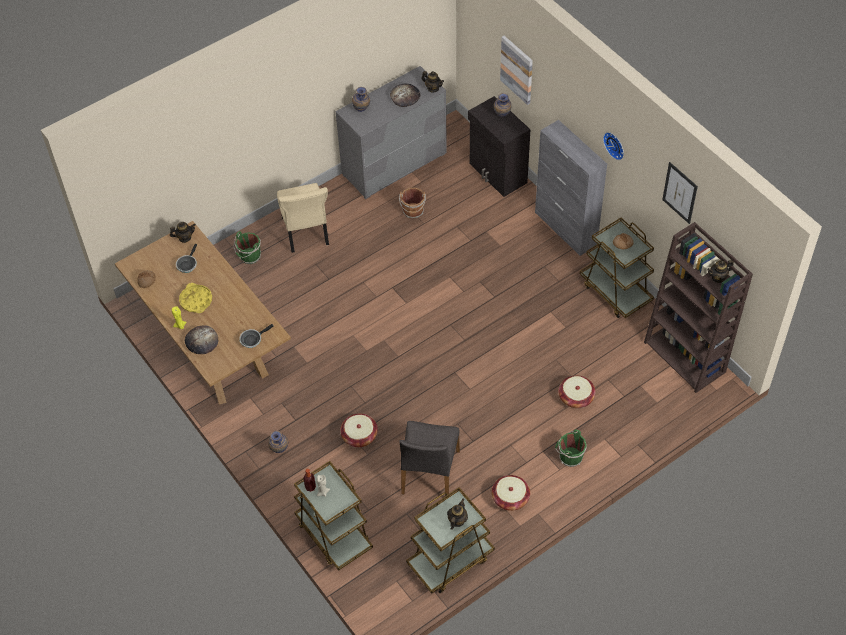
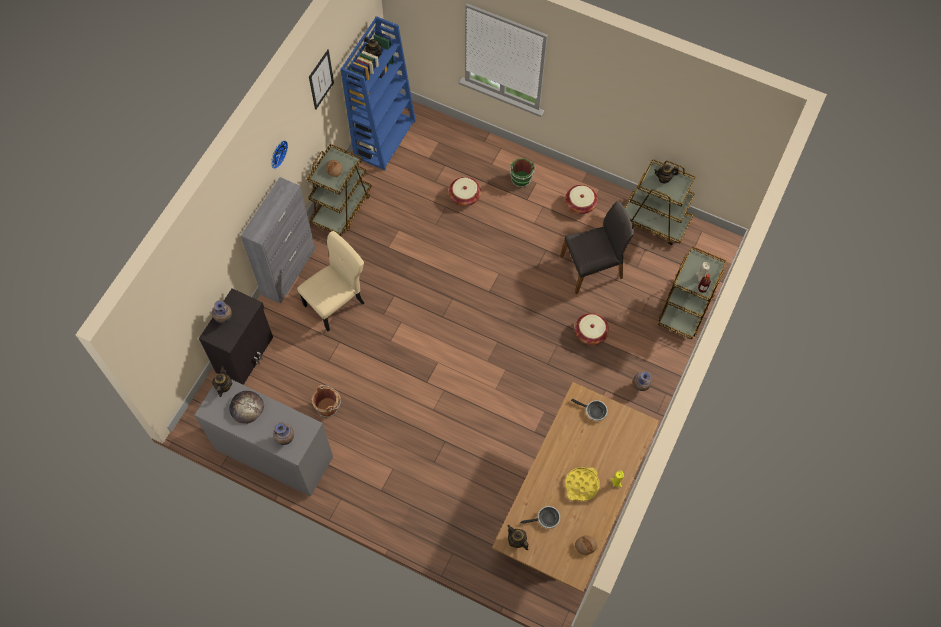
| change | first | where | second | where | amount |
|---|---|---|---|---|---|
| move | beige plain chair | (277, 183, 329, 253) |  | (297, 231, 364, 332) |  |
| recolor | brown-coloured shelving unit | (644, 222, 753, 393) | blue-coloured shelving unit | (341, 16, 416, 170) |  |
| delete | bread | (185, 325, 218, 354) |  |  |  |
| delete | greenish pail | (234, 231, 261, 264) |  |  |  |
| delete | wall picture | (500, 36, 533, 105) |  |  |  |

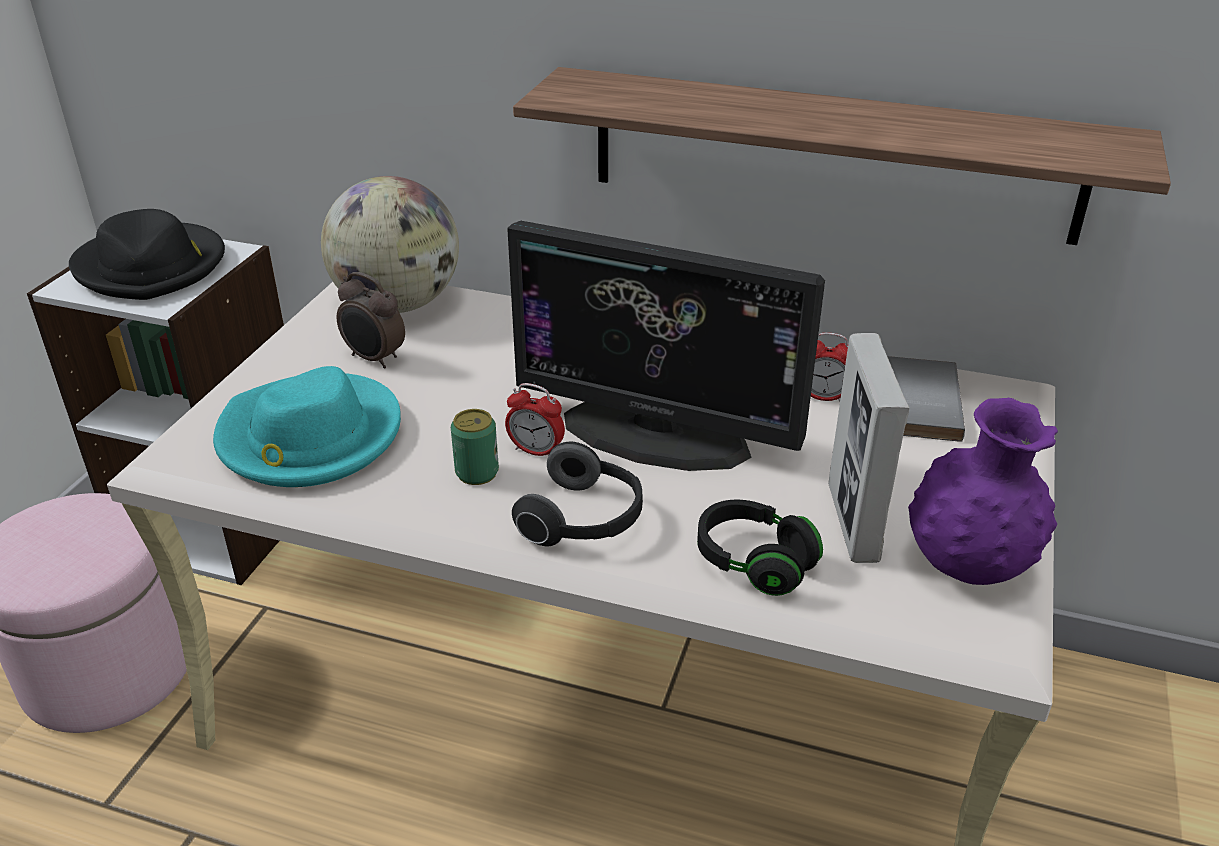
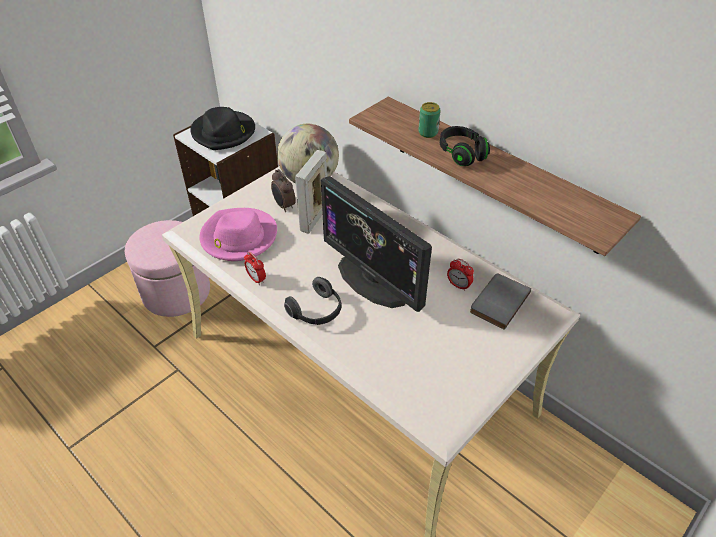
| change | first | where | second | where | amount |
|---|---|---|---|---|---|
| recolor | blue-green wearable hat | (213, 366, 401, 487) | pink-coloured wearable hat | (199, 208, 277, 261) |  |
| move | table clock | (505, 383, 565, 456) |  | (244, 252, 266, 285) |  |
| move | picture frame | (828, 333, 910, 563) |  | (295, 150, 327, 234) |  |
| move | sealed can | (451, 409, 499, 485) |  | (418, 102, 441, 138) |  |
| move | black headphones | (697, 500, 823, 596) |  | (440, 126, 490, 166) |  |
| delete | purplish vase | (908, 398, 1058, 585) |  |  |  |

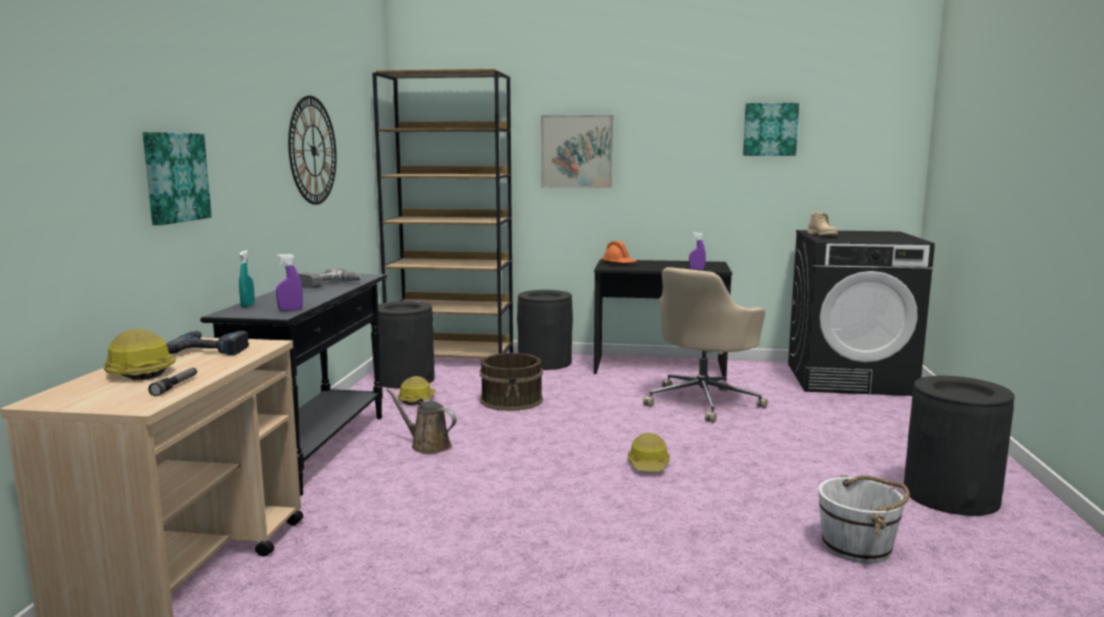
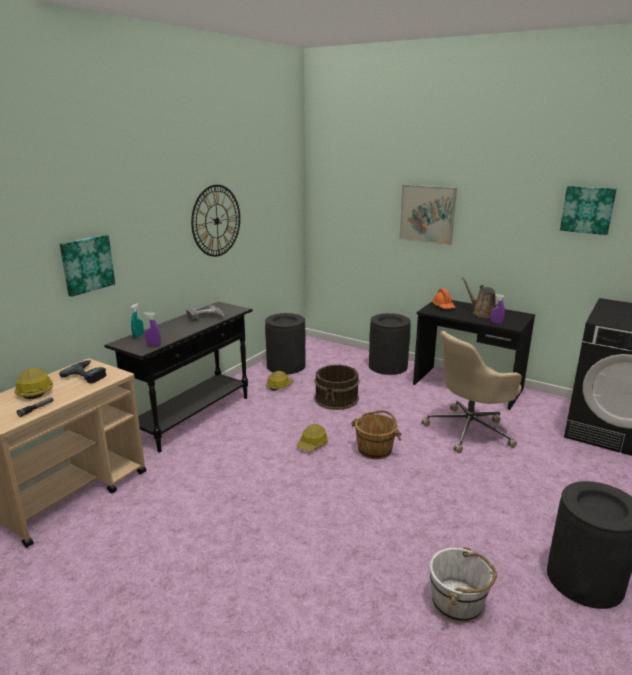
| change | first | where | second | where | amount |
|---|---|---|---|---|---|
| move | work helmet | (628, 432, 670, 472) |  | (297, 424, 328, 451) |  |
| insert |  |  | brown-coloured pail | (351, 410, 402, 459) |  |
| move | brown-coloured watering can | (386, 388, 457, 454) |  | (462, 277, 503, 318) |  |
| delete | brown-coloured shelving unit | (372, 69, 513, 358) |  |  |  |
| delete | beige boot | (807, 212, 838, 236) |  |  |  |

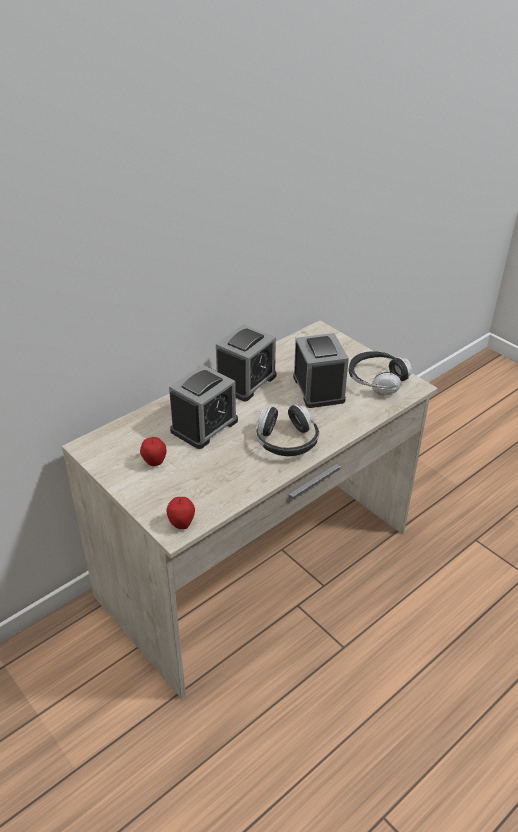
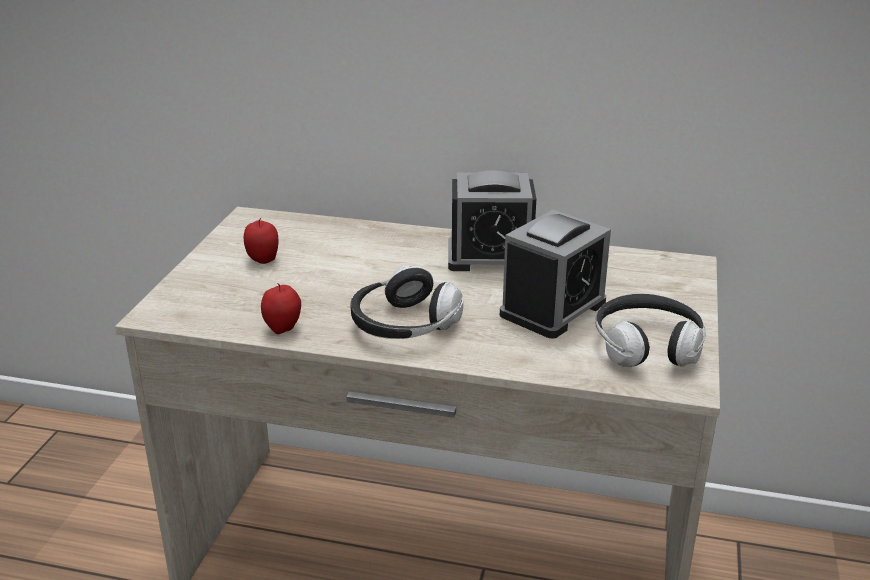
| change | first | where | second | where | amount |
|---|---|---|---|---|---|
| move | whole apple | (167, 497, 195, 529) |  | (261, 283, 301, 334) |  |
| delete | table clock | (169, 365, 238, 449) |  |  |  |

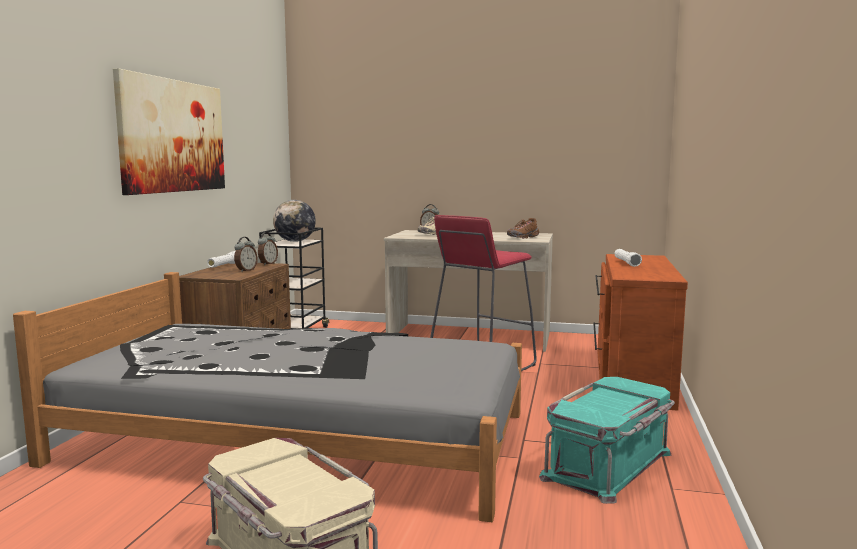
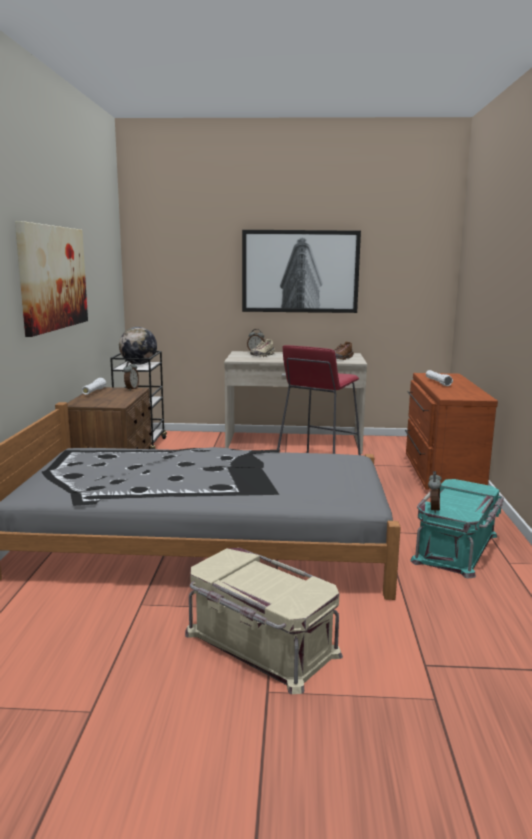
| change | first | where | second | where | amount |
|---|---|---|---|---|---|
| insert |  |  | wall picture | (242, 230, 361, 313) |  |
| move | table clock | (234, 237, 258, 272) |  | (428, 471, 442, 513) |  |

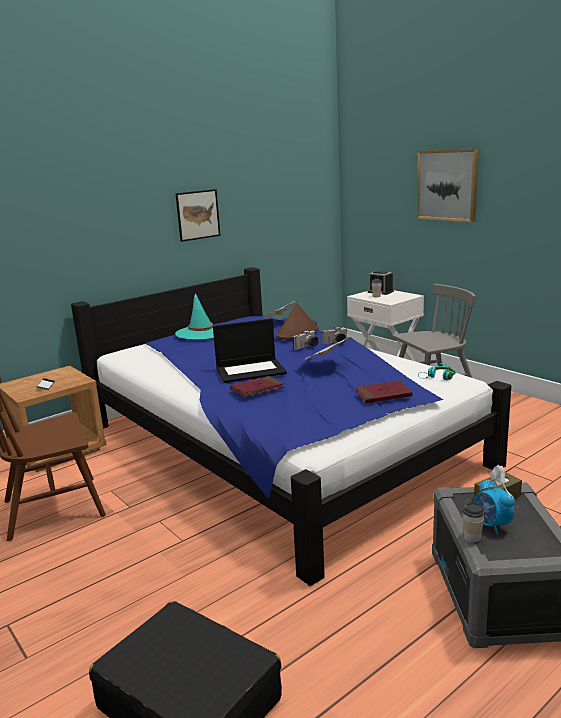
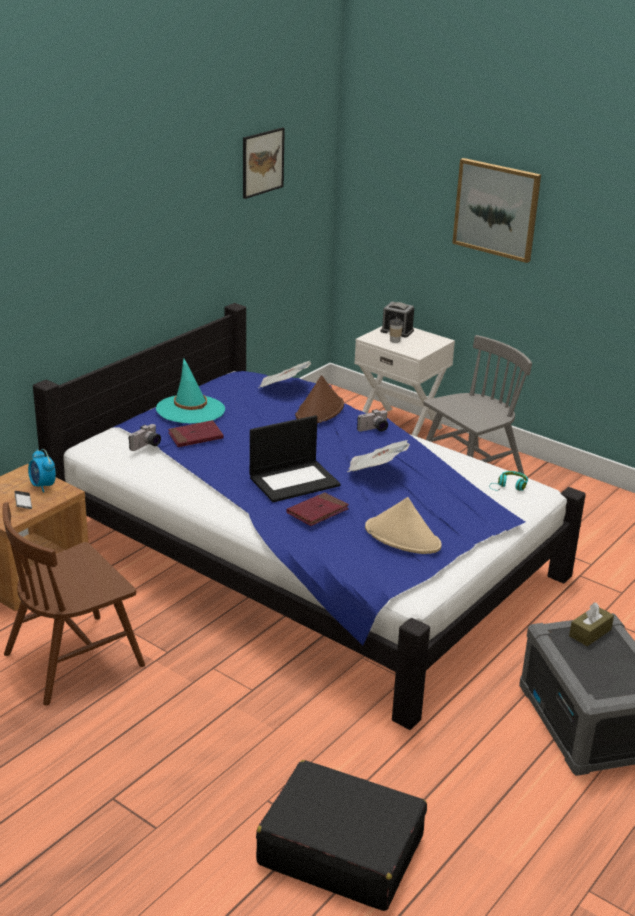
| change | first | where | second | where | amount |
|---|---|---|---|---|---|
| move | table clock | (474, 479, 515, 535) |  | (28, 449, 56, 493) |  |
| move | photo camera | (293, 330, 319, 350) |  | (128, 424, 161, 451) |  |
| move | red bound book | (356, 380, 412, 404) |  | (168, 420, 224, 447) |  |
| move | wall picture | (175, 189, 221, 242) |  | (243, 127, 285, 199) |  |
| insert |  |  | beige wearable hat | (365, 497, 442, 554) |  |
| delete | cup | (462, 503, 485, 542) |  |  |  |

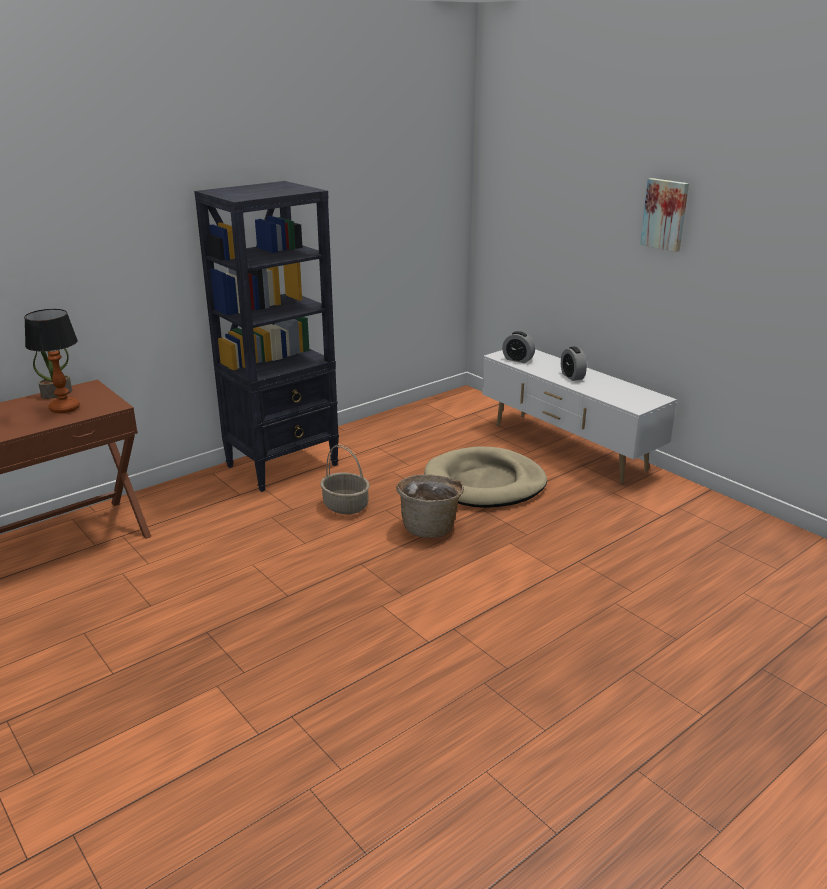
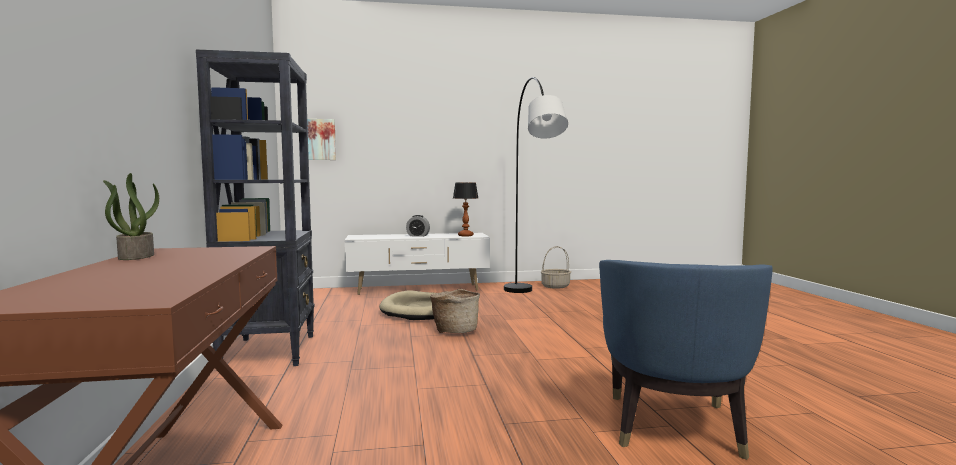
| change | first | where | second | where | amount |
|---|---|---|---|---|---|
| move | wall picture | (640, 178, 689, 252) |  | (307, 119, 336, 160) |  |
| move | table lamp | (24, 309, 80, 413) |  | (453, 183, 478, 236) |  |
| insert |  |  | gray standard lamp | (504, 77, 568, 293) |  |
| move | storage basket | (320, 444, 370, 514) |  | (541, 246, 571, 289) |  |
| insert |  |  | blue-coloured lounge chair | (599, 260, 773, 460) |  |
| delete | table clock | (502, 331, 535, 363) |  |  |  |

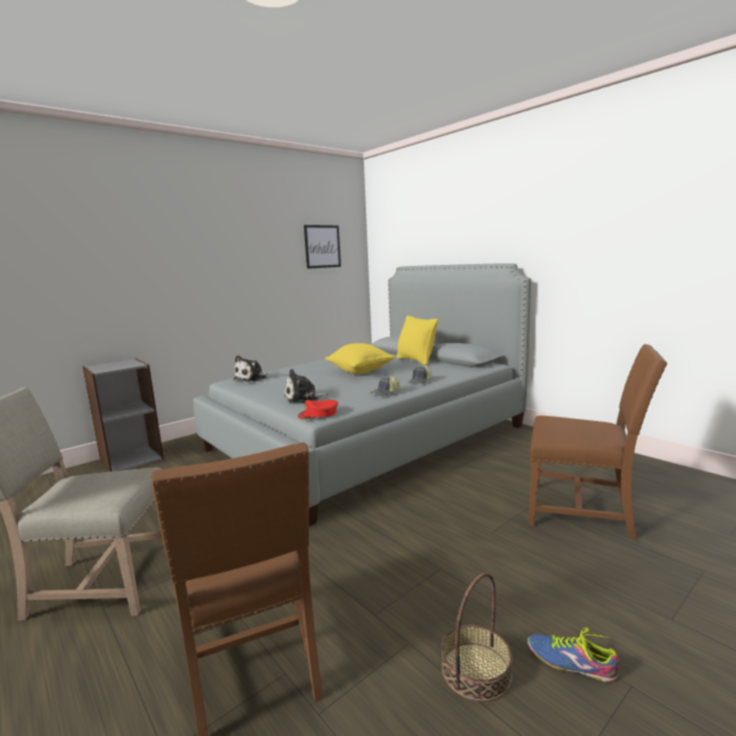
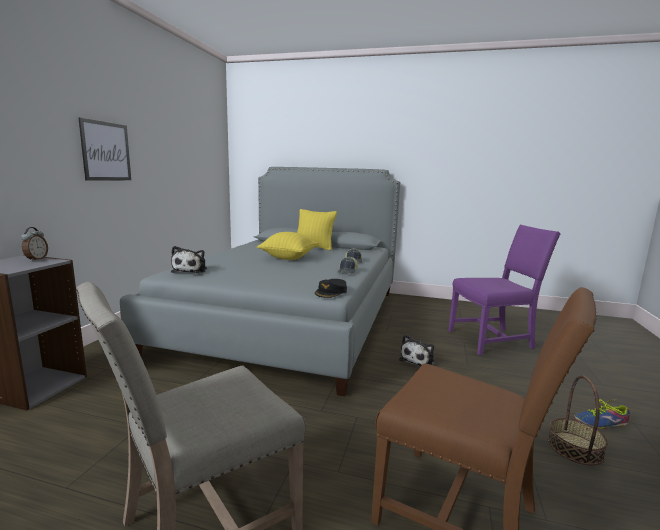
| change | first | where | second | where | amount |
|---|---|---|---|---|---|
| insert |  |  | table clock | (21, 227, 48, 261) |  |
| move | wall picture | (304, 225, 341, 269) |  | (78, 118, 131, 180) |  |
| recolor | red cap | (298, 400, 338, 420) | black cap | (315, 279, 347, 298) |  |
| move | soft toy | (284, 369, 328, 404) |  | (399, 335, 435, 367) |  |
| recolor | brown-coloured plain chair | (529, 344, 667, 539) | purplish plain chair | (448, 225, 561, 355) |  |

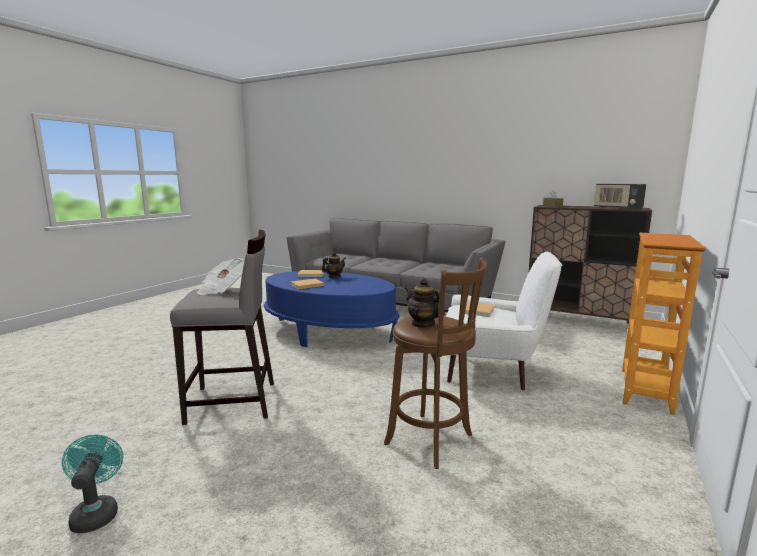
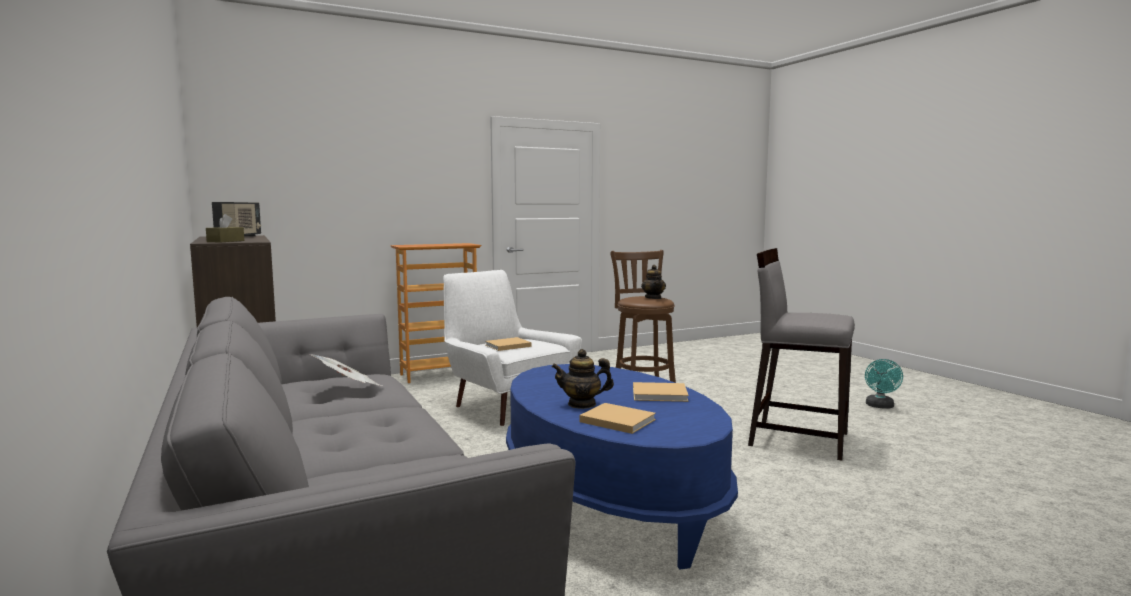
| change | first | where | second | where | amount |
|---|---|---|---|---|---|
| move | newspaper | (197, 258, 244, 295) |  | (310, 354, 382, 386) |  |

